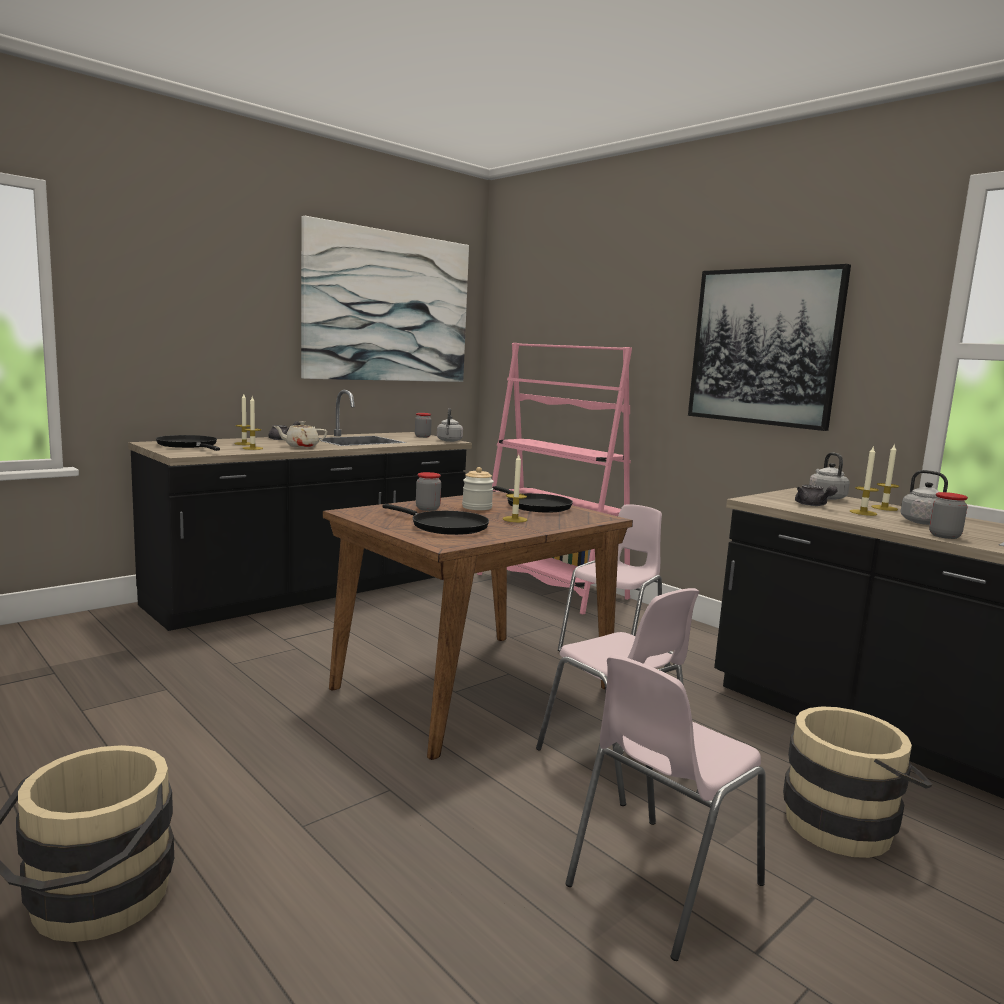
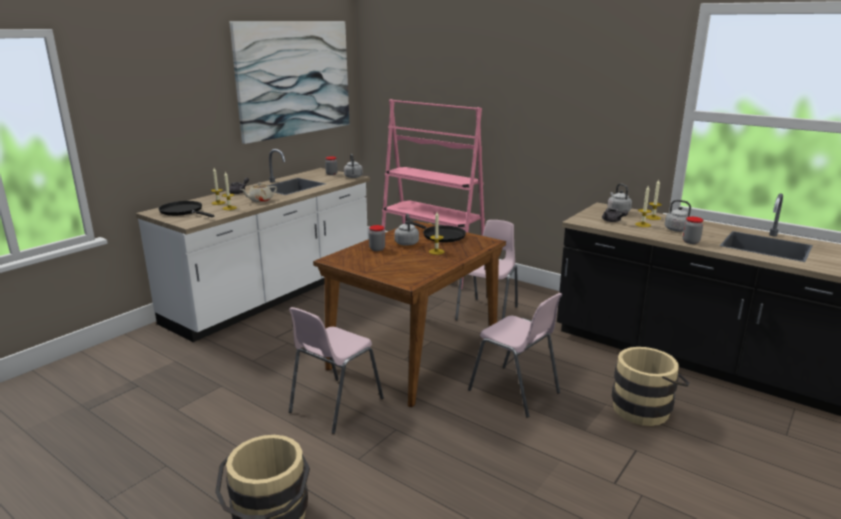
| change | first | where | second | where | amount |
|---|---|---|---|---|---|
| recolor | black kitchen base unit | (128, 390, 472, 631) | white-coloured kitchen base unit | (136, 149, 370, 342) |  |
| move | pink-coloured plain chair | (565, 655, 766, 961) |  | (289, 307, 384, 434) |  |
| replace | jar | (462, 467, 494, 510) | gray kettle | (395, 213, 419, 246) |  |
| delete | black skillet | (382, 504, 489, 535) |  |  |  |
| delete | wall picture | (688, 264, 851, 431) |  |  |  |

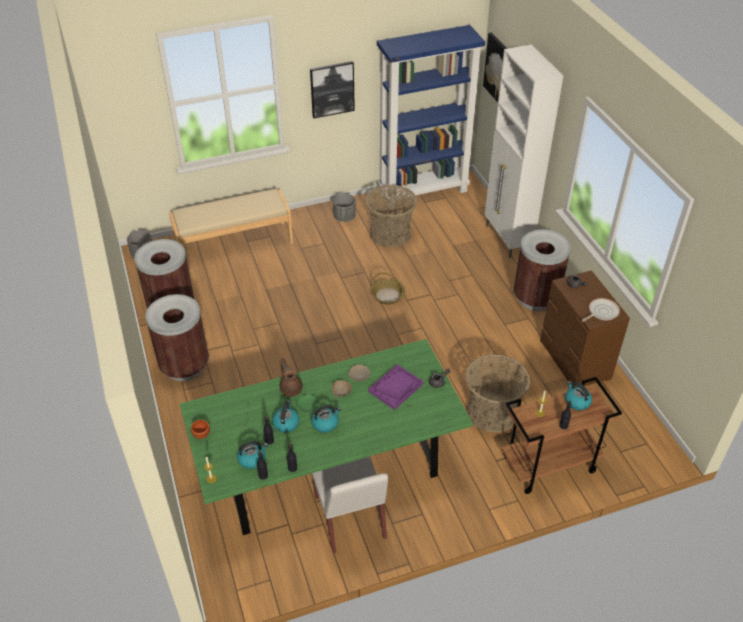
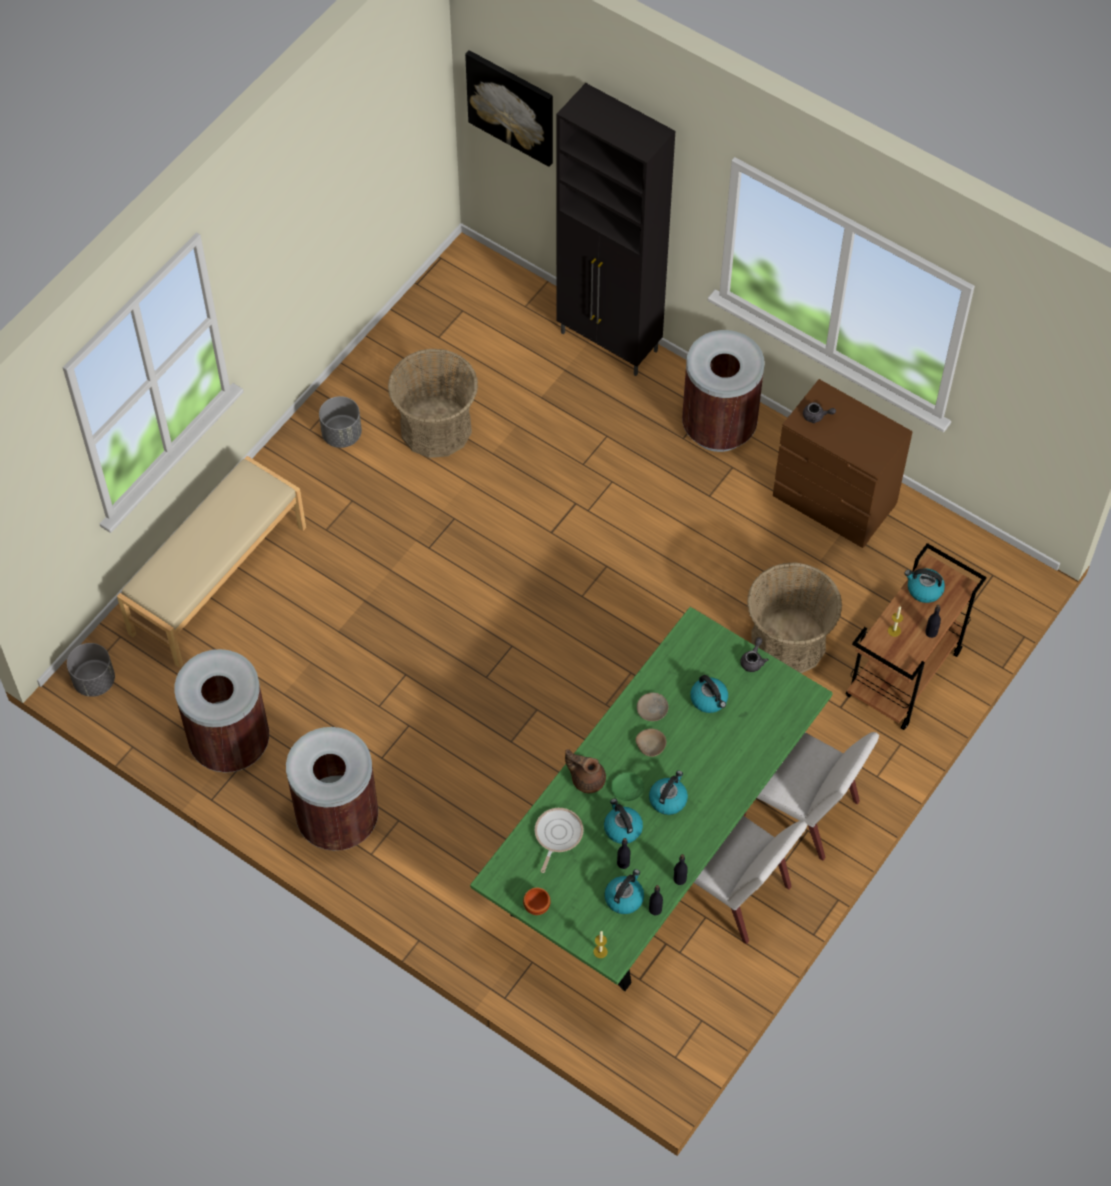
| change | first | where | second | where | amount |
|---|---|---|---|---|---|
| move | skillet | (582, 298, 620, 322) |  | (535, 808, 583, 873) |  |
| recolor | white-coloured cabinet | (485, 44, 563, 258) | black cabinet | (556, 83, 675, 376) |  |
| replace | purplish serving tray | (368, 364, 424, 410) | kettle | (690, 675, 728, 713) |  |
| insert |  |  | white-coloured plain chair | (743, 732, 879, 861) |  |
| delete | wall picture | (310, 61, 355, 118) |  |  |  |
| delete | storage basket | (371, 273, 405, 305) |  |  |  |
| delete | blue-coloured shelving unit | (377, 25, 485, 206) |  |  |  |

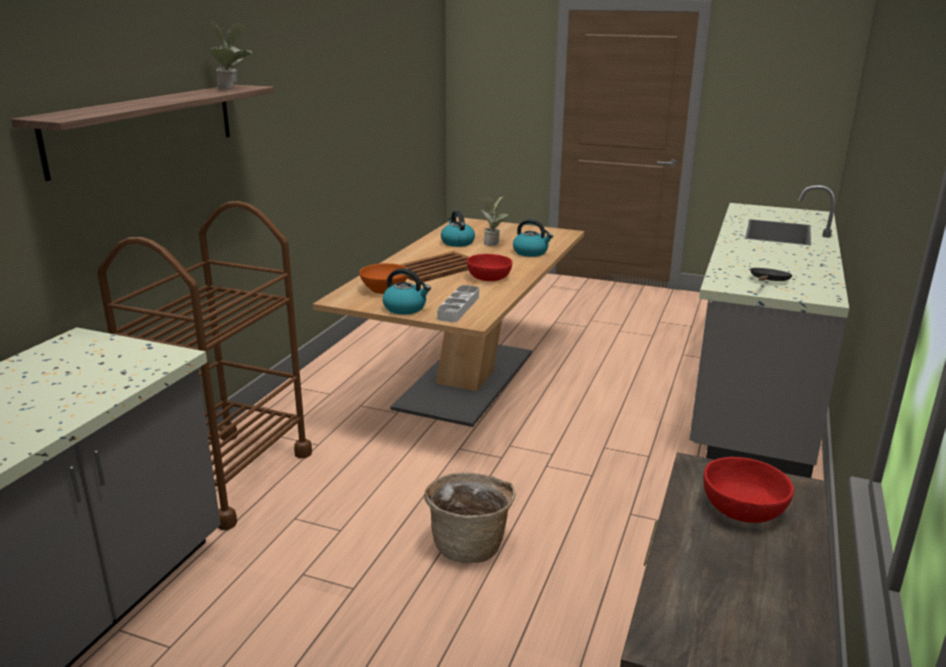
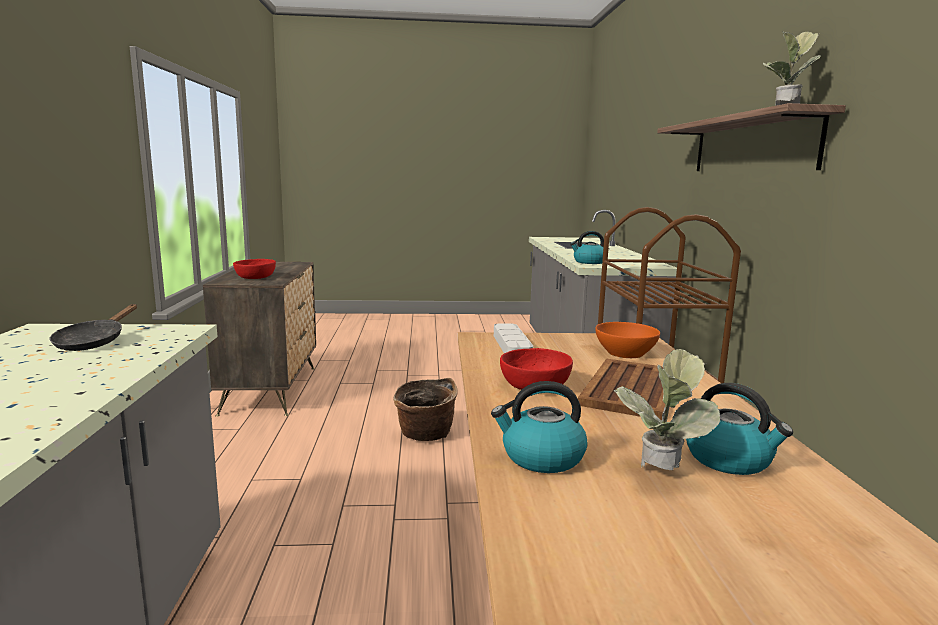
| change | first | where | second | where | amount |
|---|---|---|---|---|---|
| move | kettle | (383, 268, 431, 314) |  | (570, 231, 604, 264) |  |

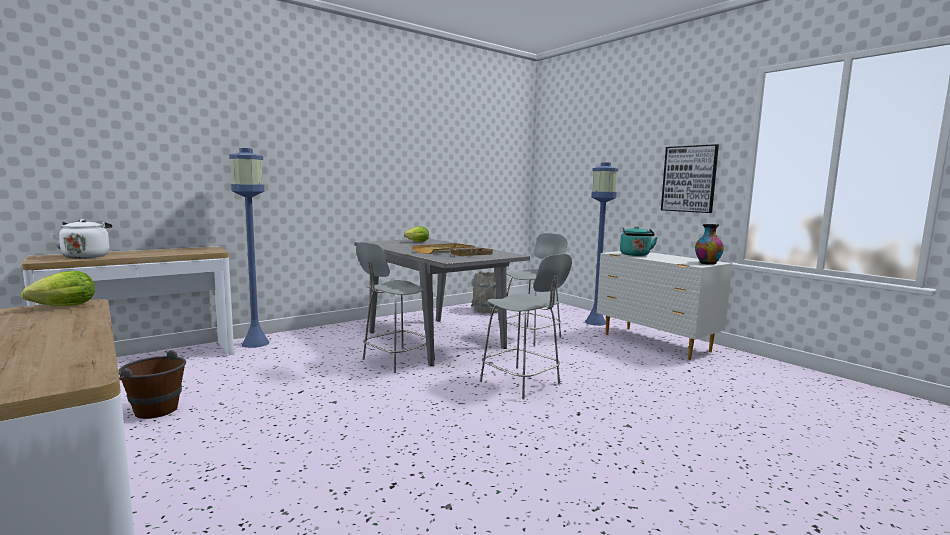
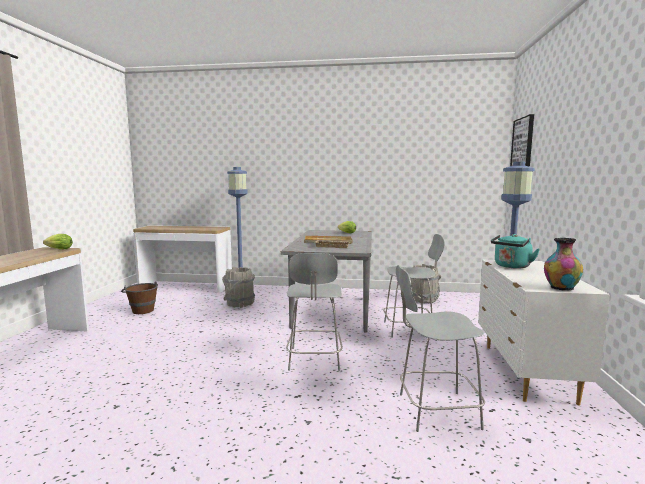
| change | first | where | second | where | amount |
|---|---|---|---|---|---|
| insert |  |  | gray pail | (222, 267, 255, 308) |  |
| move | gray plain chair | (356, 242, 435, 373) |  | (396, 265, 485, 432) |  |
| move | wall picture | (661, 144, 719, 213) |  | (510, 114, 534, 167) |  |
| delete | white-coloured kettle | (49, 219, 112, 259) |  |  |  |

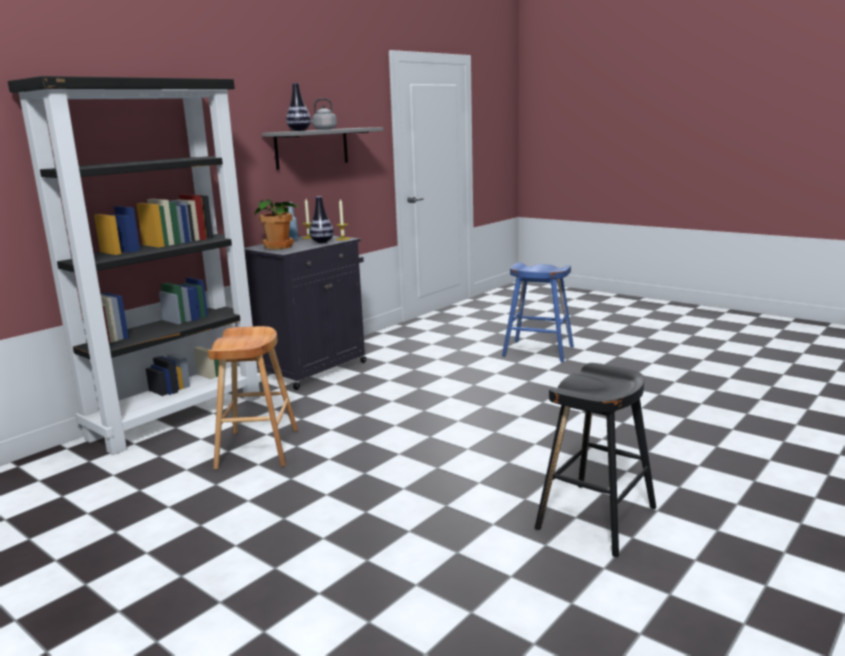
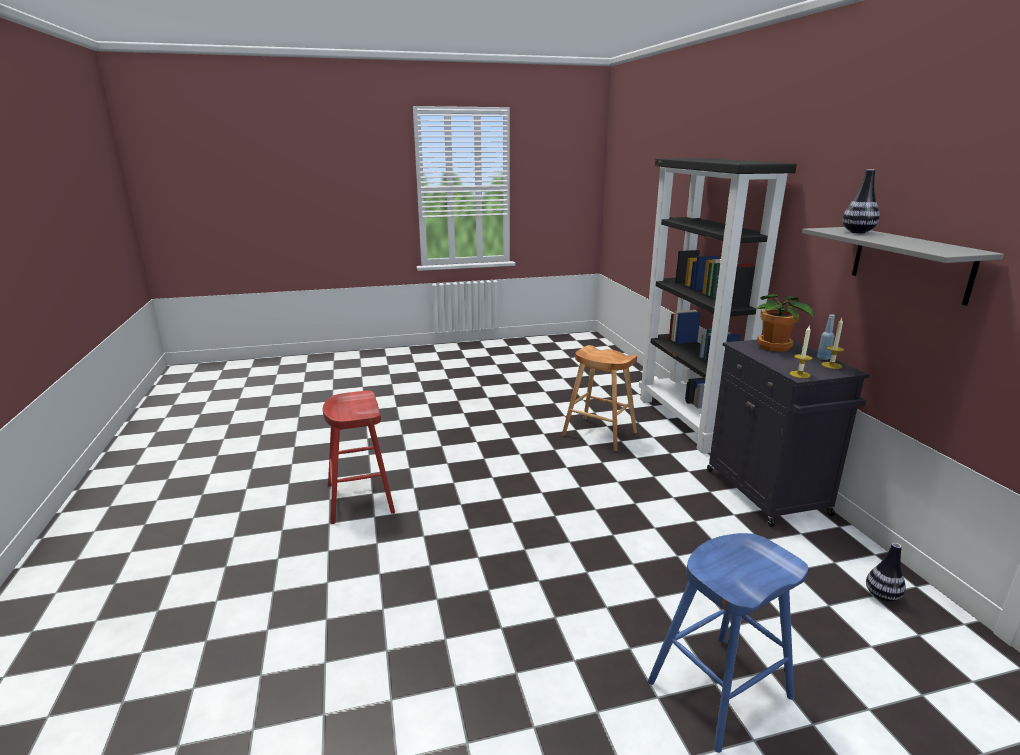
| change | first | where | second | where | amount |
|---|---|---|---|---|---|
| recolor | black stool seat | (535, 363, 656, 557) | red stool seat | (323, 391, 395, 524) |  |
| move | vase | (309, 196, 334, 243) |  | (866, 543, 906, 602) |  |
| delete | gray kettle | (311, 98, 337, 130) |  |  |  |

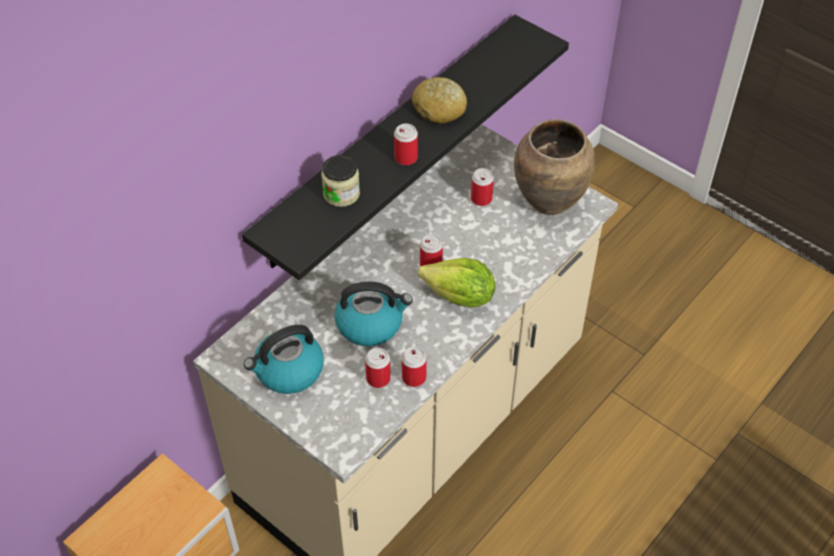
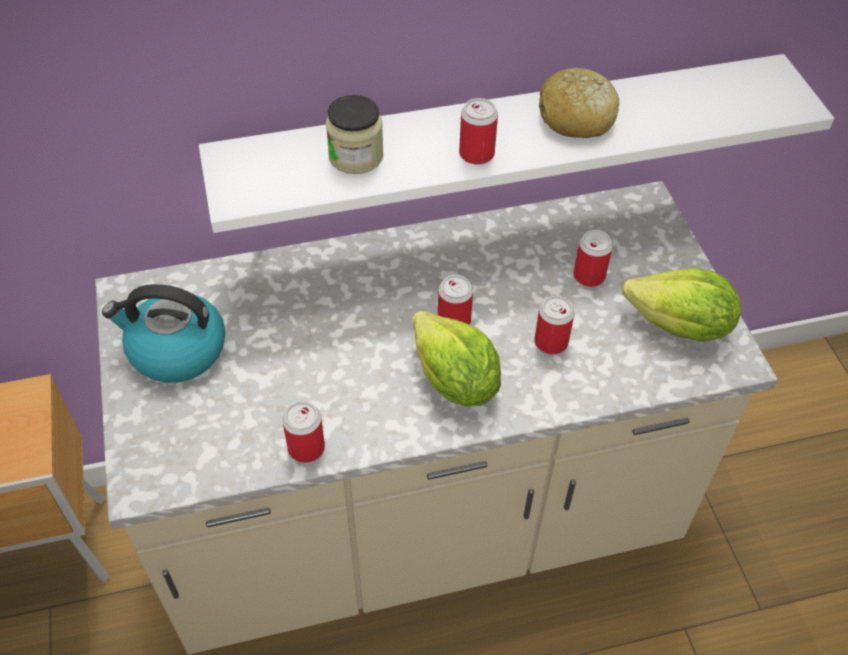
| change | first | where | second | where | amount |
|---|---|---|---|---|---|
| recolor | black shelf | (242, 15, 569, 280) | white-coloured shelf | (199, 54, 834, 233) |  |
| move | sealed can | (365, 347, 391, 388) |  | (534, 296, 575, 354) |  |
| replace | brown-coloured vase | (514, 119, 595, 215) | head of lettuce | (622, 268, 741, 342) |  |
| delete | kettle | (335, 282, 413, 346) |  |  |  |

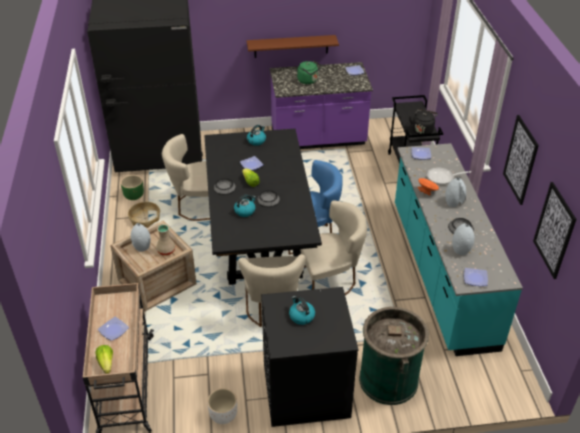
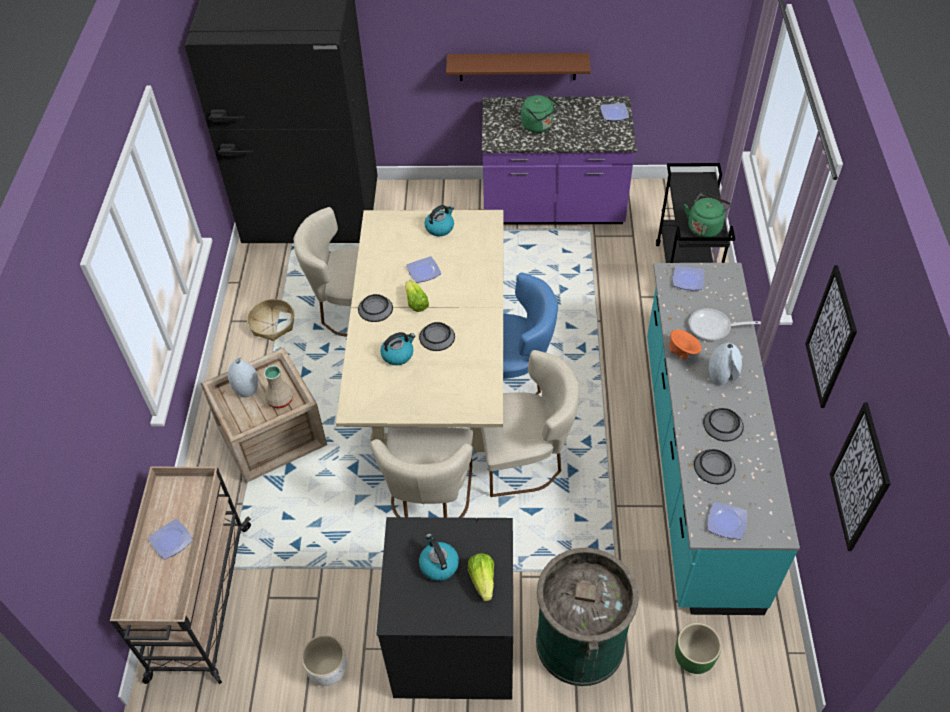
| change | first | where | second | where | amount |
|---|---|---|---|---|---|
| recolor | black dinner table | (204, 129, 322, 285) | beige dinner table | (336, 210, 504, 452) |  |
| move | head of lettuce | (95, 345, 113, 374) |  | (468, 553, 494, 601) |  |
| move | greenish plant pot | (121, 175, 144, 200) |  | (675, 623, 721, 674) |  |
| recolor | black kettle | (409, 109, 438, 135) | greenish kettle | (684, 192, 731, 237) |  |
| replace | gray vase | (452, 223, 475, 255) | serving bowl | (694, 449, 735, 484) |  |

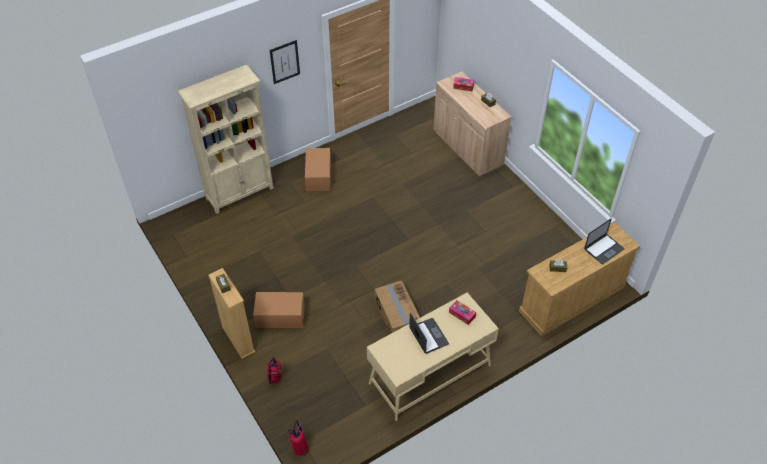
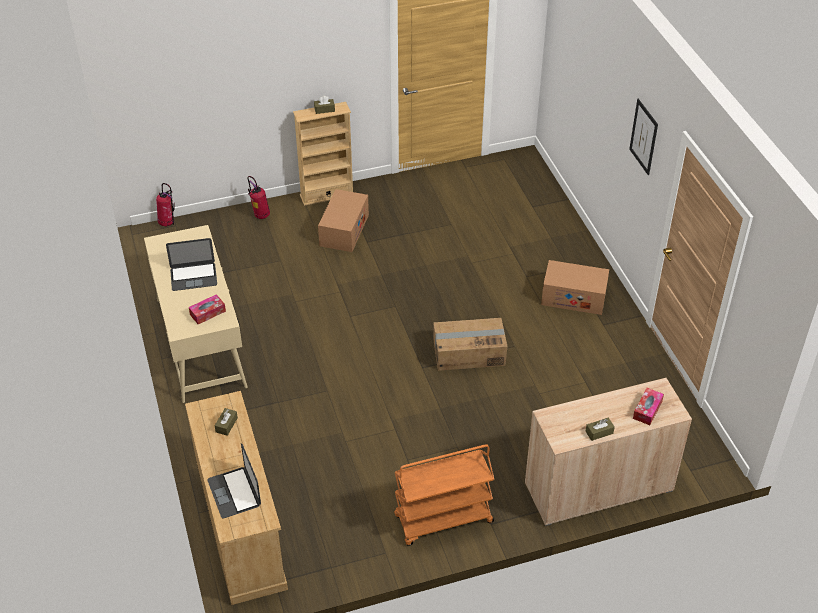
| change | first | where | second | where | amount |
|---|---|---|---|---|---|
| insert |  |  | orange-coloured wheeled cart | (394, 444, 494, 546) |  |
| move | carton | (375, 281, 420, 334) |  | (433, 318, 507, 371) |  |
| delete | beige shelving unit | (178, 65, 274, 214) |  |  |  |

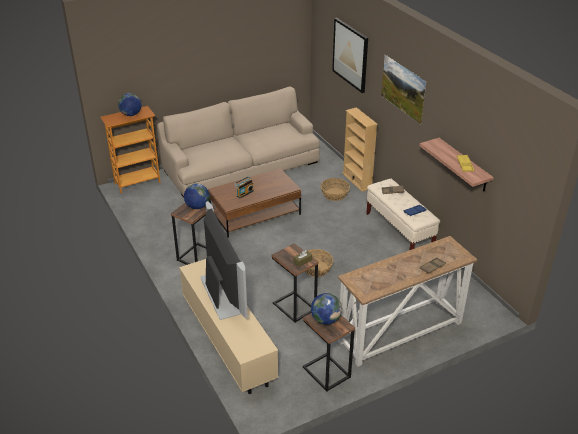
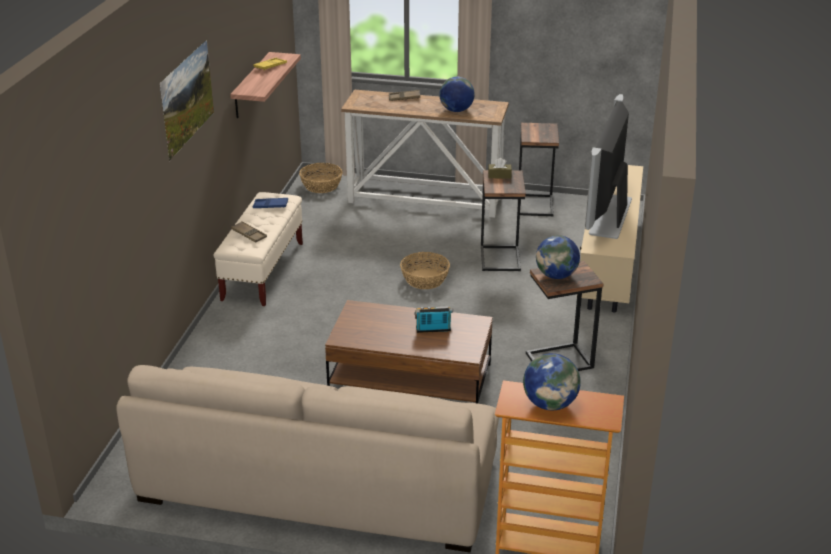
| change | first | where | second | where | amount |
|---|---|---|---|---|---|
| move | storage basket | (321, 178, 350, 201) |  | (299, 163, 343, 193) |  |
| move | world globe | (311, 293, 342, 325) |  | (439, 77, 475, 112) |  |
| delete | wall picture | (332, 18, 368, 93) |  |  |  |
| delete | beige shelving unit | (342, 107, 378, 192) |  |  |  |

